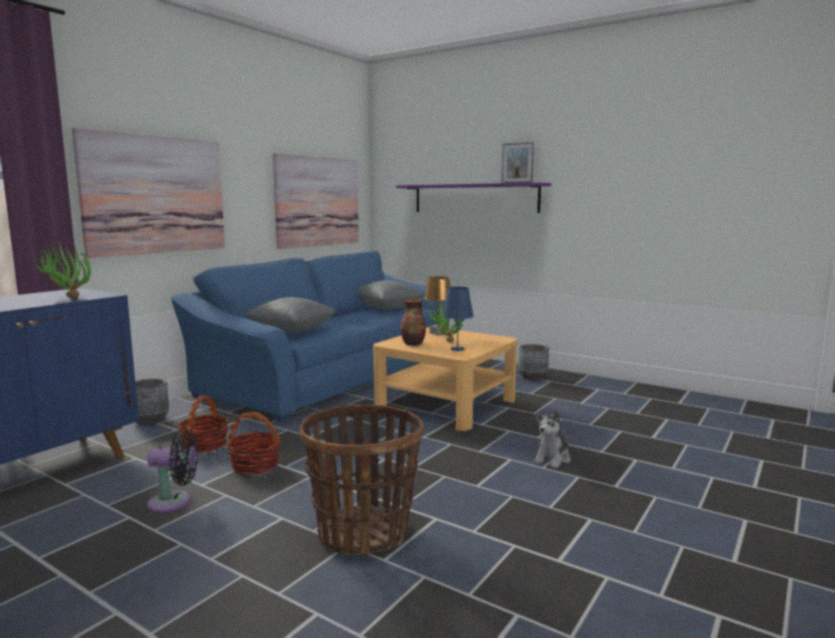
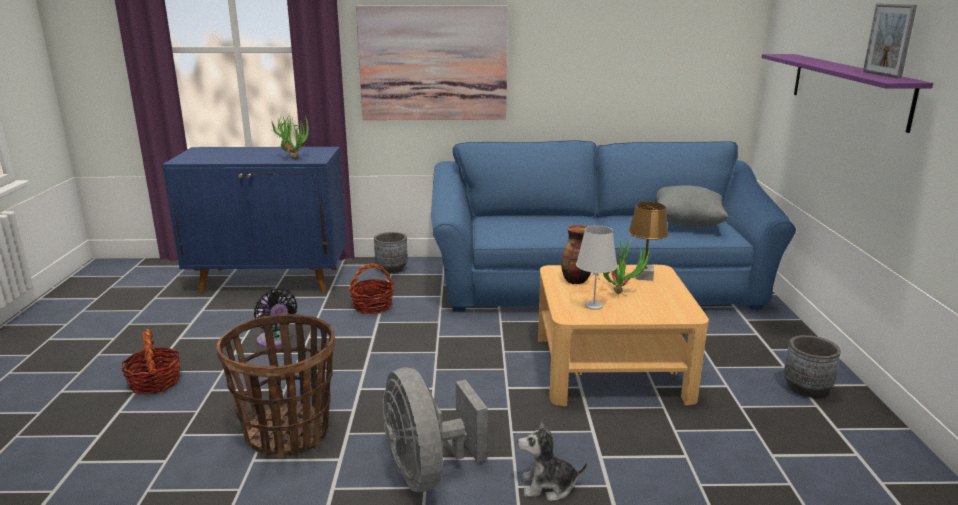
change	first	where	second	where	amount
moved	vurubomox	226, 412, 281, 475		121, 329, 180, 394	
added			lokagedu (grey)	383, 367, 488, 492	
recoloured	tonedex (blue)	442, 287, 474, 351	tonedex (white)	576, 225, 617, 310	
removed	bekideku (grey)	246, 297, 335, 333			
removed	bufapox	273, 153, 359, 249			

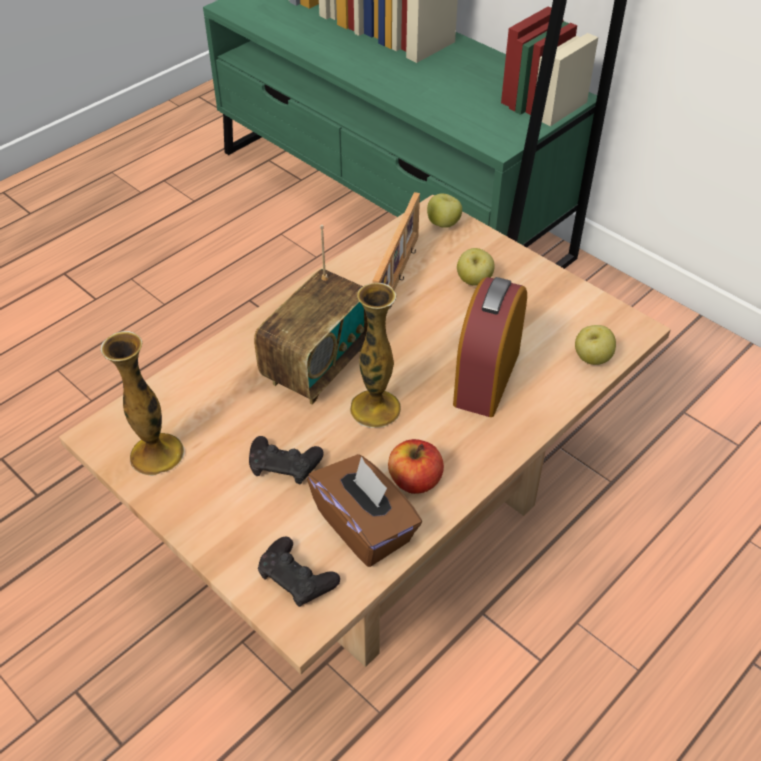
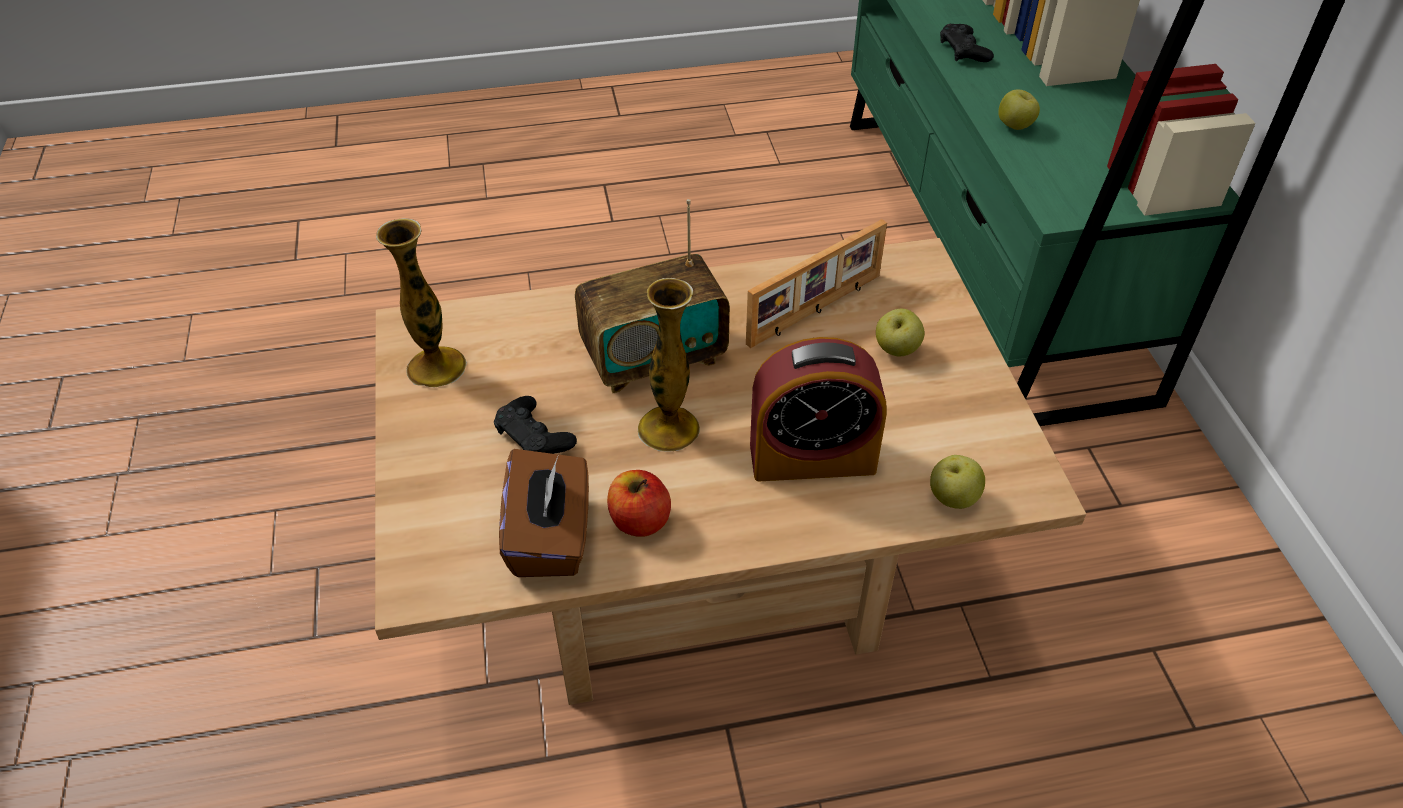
change	first	where	second	where	amount
turned	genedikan	453, 277, 527, 417		750, 337, 887, 482	150 degrees counterclockwise
moved	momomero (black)	258, 536, 340, 607		940, 24, 994, 62	
moved	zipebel	427, 194, 462, 228		998, 90, 1040, 130	

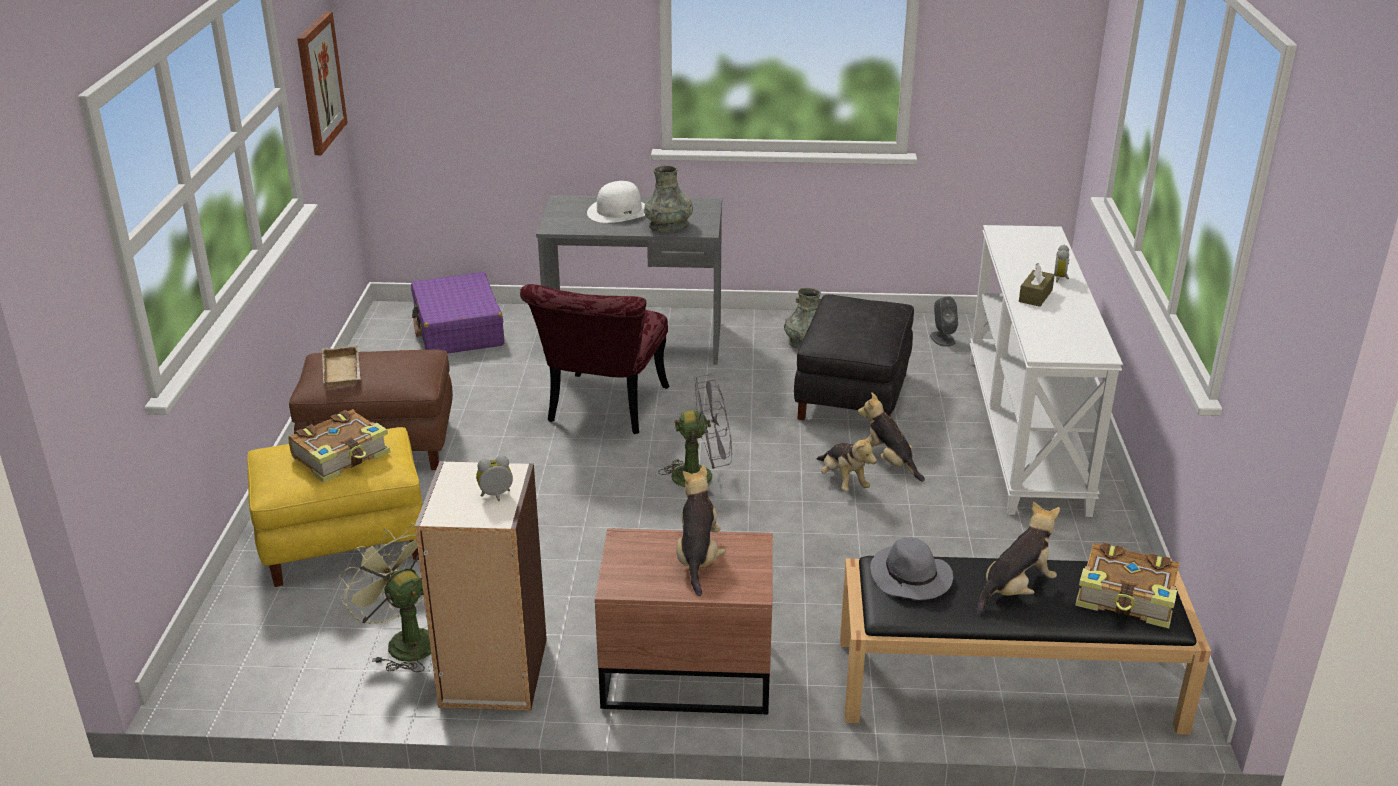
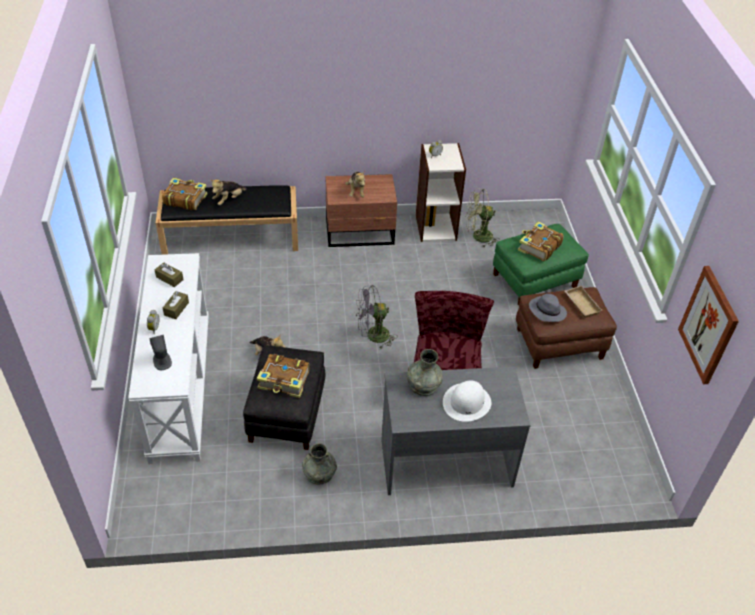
change	first	where	second	where	amount
moved	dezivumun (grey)	930, 296, 958, 347		150, 335, 172, 370	
added			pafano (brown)	155, 262, 183, 287	
added			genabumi	257, 354, 310, 398	
turned	lokagedu (green)	339, 523, 431, 673		465, 189, 500, 248	135 degrees clockwise
recoloured	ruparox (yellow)	247, 427, 422, 587	ruparox (green)	493, 224, 589, 305	
moved	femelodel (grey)	870, 537, 953, 600		529, 294, 567, 322	
removed	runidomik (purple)	411, 272, 504, 354			
removed	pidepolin	817, 434, 877, 491			

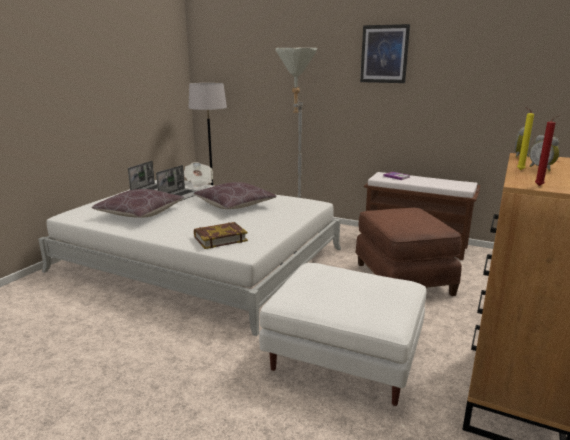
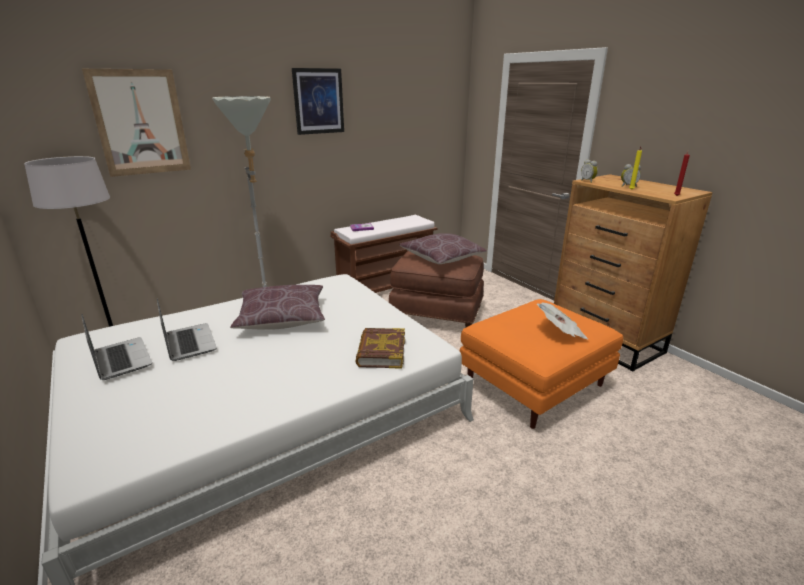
change	first	where	second	where	amount
added			bufapox	82, 69, 191, 177	
moved	bekideku (brown)	92, 189, 184, 218		399, 233, 487, 264	
recoloured	ruparox (white)	259, 263, 426, 406	ruparox (orange)	460, 299, 623, 429	
moved	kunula	184, 162, 213, 187		537, 302, 588, 339	

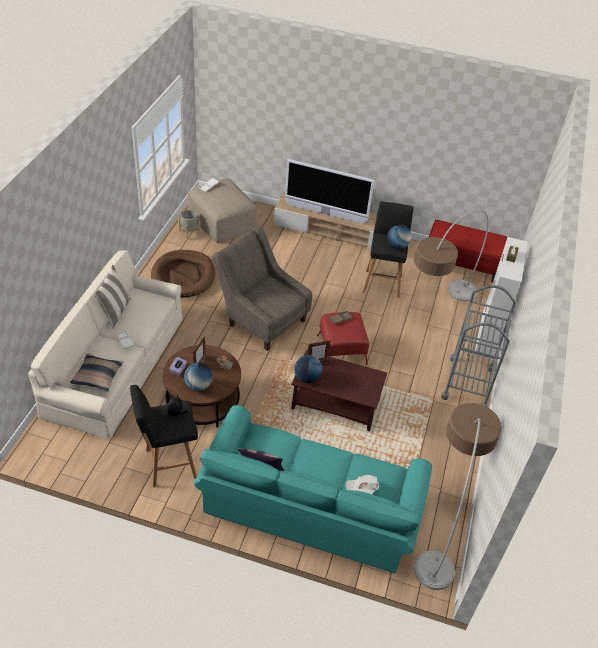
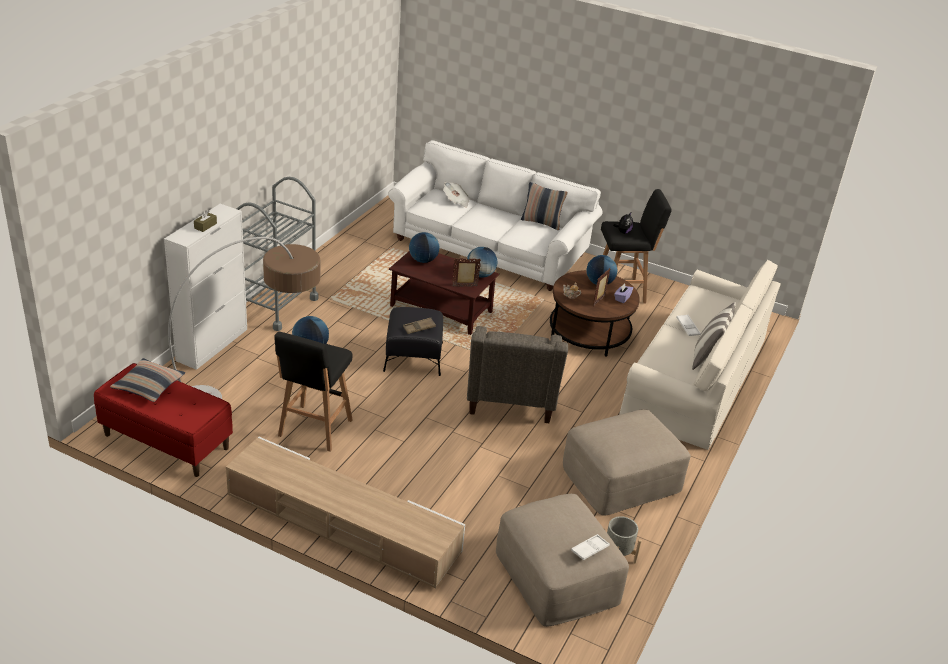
change	first	where	second	where	amount
moved	bekideku	70, 353, 124, 392		110, 358, 185, 402	
recoloured	ruparox (red)	317, 312, 369, 365	ruparox (black)	383, 307, 443, 376	
recoloured	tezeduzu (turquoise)	194, 405, 432, 573	tezeduzu (white)	388, 140, 603, 291	
added			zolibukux	409, 232, 439, 263	
turned	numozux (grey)	212, 226, 312, 351		467, 326, 568, 423	45 degrees clockwise
replaced	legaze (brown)	151, 250, 215, 298	ruparox (beige)	563, 409, 691, 516	
removed	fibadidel	285, 159, 374, 224			
removed	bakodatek	414, 403, 502, 590			

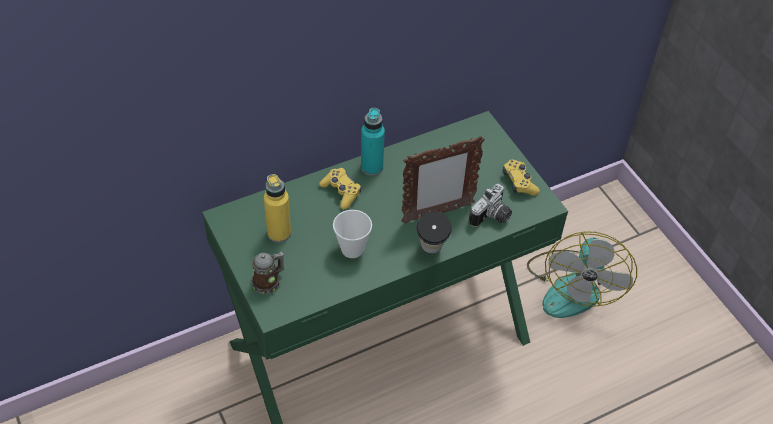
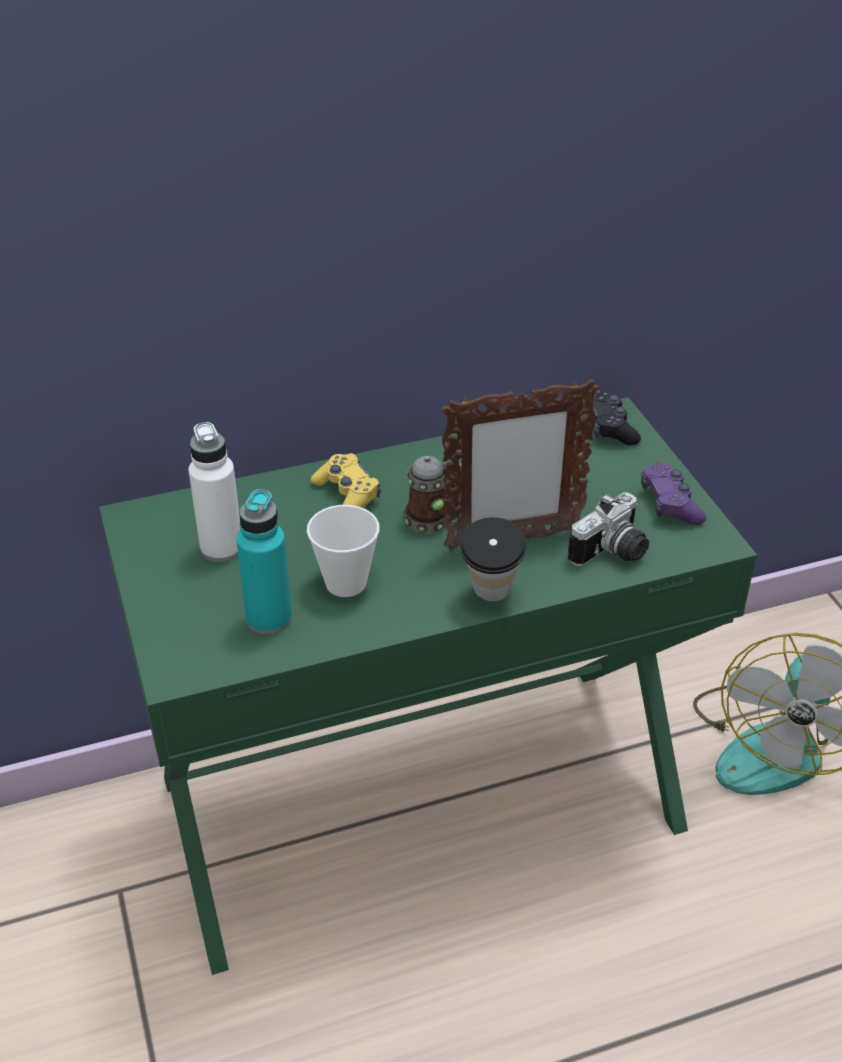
change	first	where	second	where	amount
recoloured	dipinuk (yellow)	264, 174, 291, 243	dipinuk (white)	188, 422, 240, 562	
moved	dipinuk (turquoise)	361, 108, 385, 176		236, 489, 292, 635	
moved	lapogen	251, 251, 284, 294		403, 456, 461, 533	
added			momomero (black)	583, 389, 641, 445	
recoloured	momomero (yellow)	503, 159, 540, 196	momomero (purple)	641, 462, 706, 525	

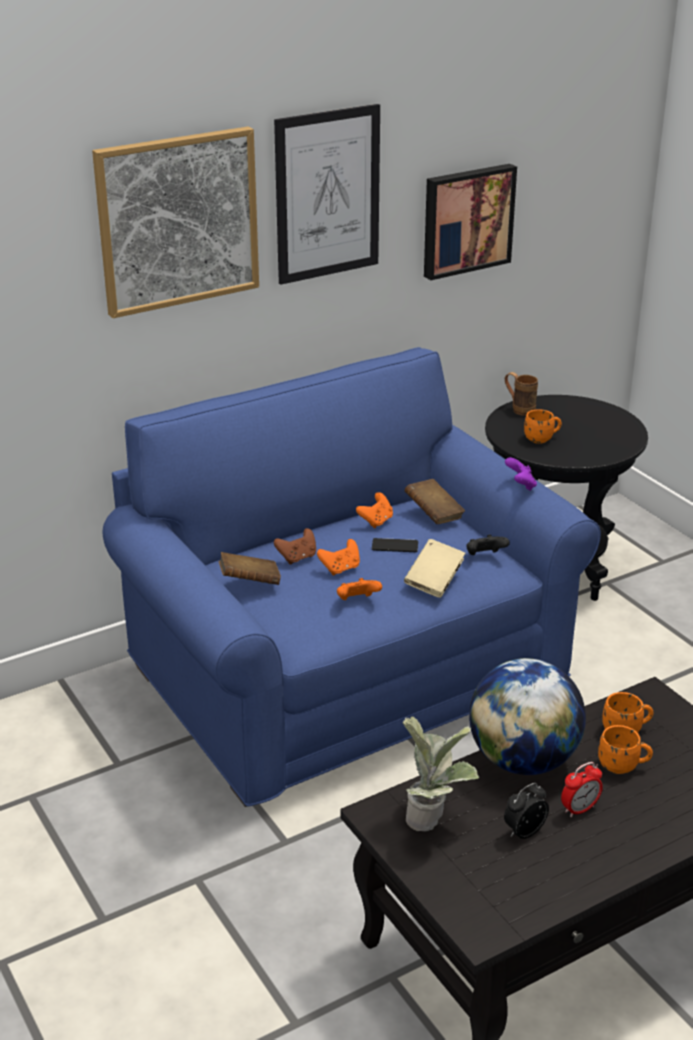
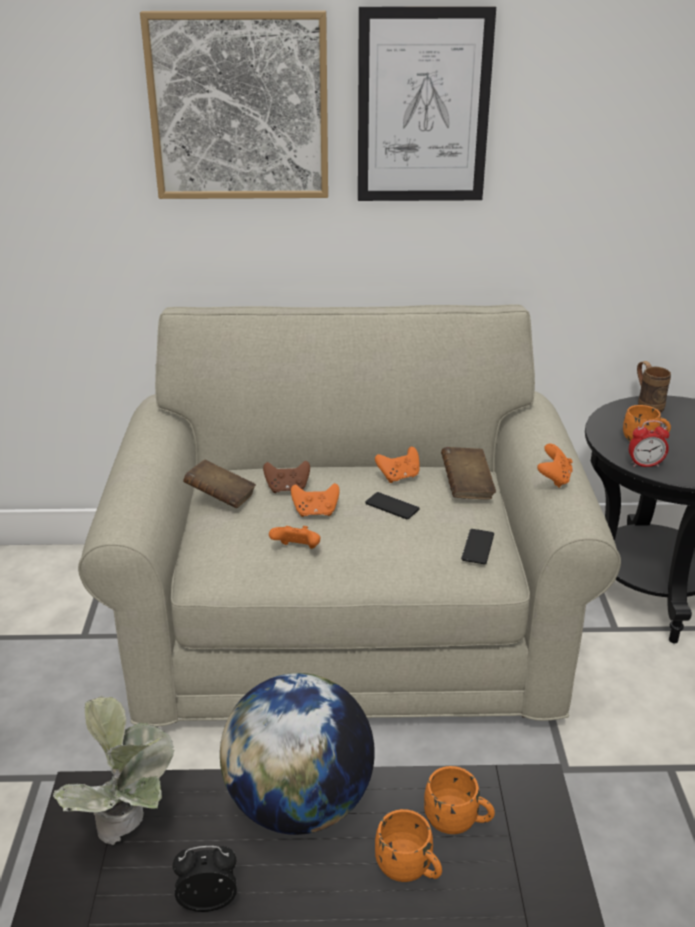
change	first	where	second	where	amount
recoloured	tezeduzu (blue)	102, 347, 601, 807	tezeduzu (beige)	78, 304, 621, 727	
replaced	momomero (black)	466, 534, 510, 555	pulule	461, 529, 494, 564	
recoloured	momomero (purple)	505, 457, 537, 491	momomero (orange)	537, 444, 573, 488	
moved	genedikan	561, 762, 603, 817		629, 420, 670, 467	
removed	genabumi (beige)	404, 539, 465, 598			
removed	bufapox	424, 164, 517, 280			

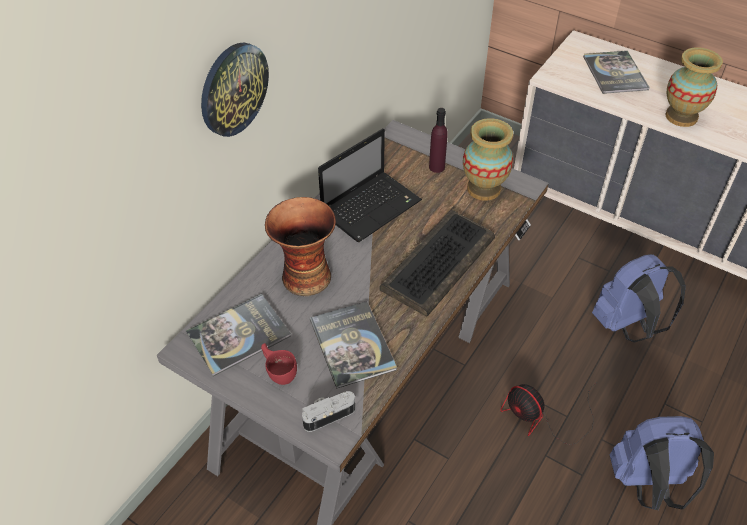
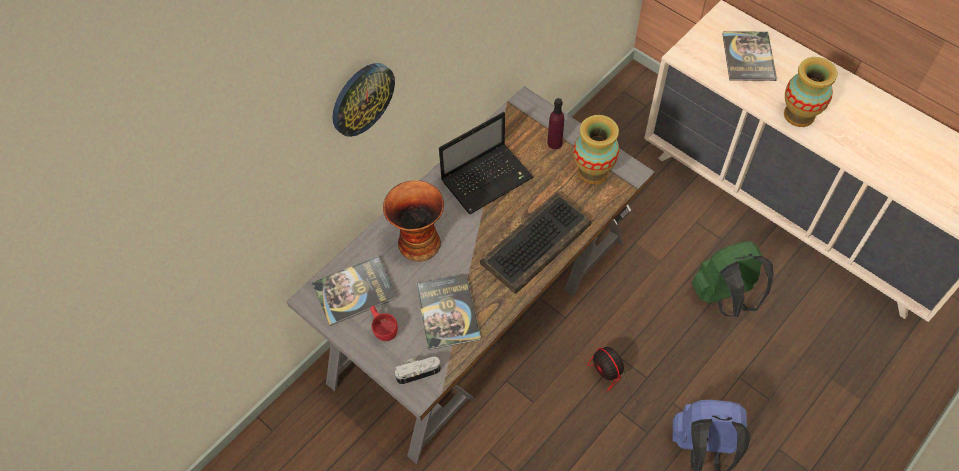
change	first	where	second	where	amount
recoloured	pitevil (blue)	592, 254, 686, 342	pitevil (green)	692, 241, 774, 317	

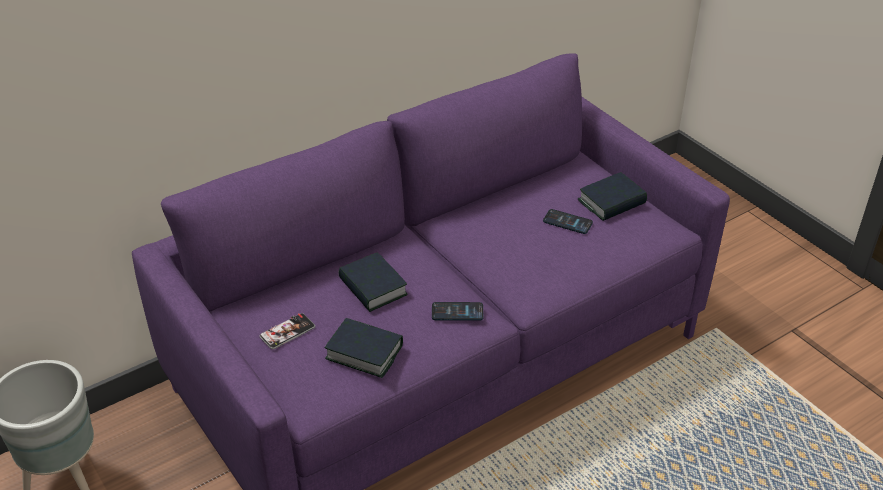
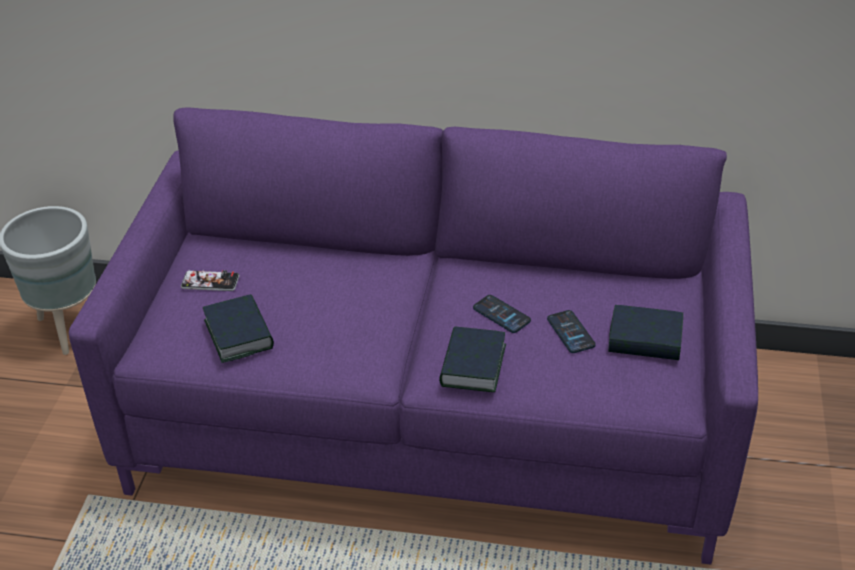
change	first	where	second	where	amount
moved	genabumi	338, 253, 408, 312		439, 326, 506, 392	
moved	pulule	432, 302, 483, 321		473, 295, 531, 333	

